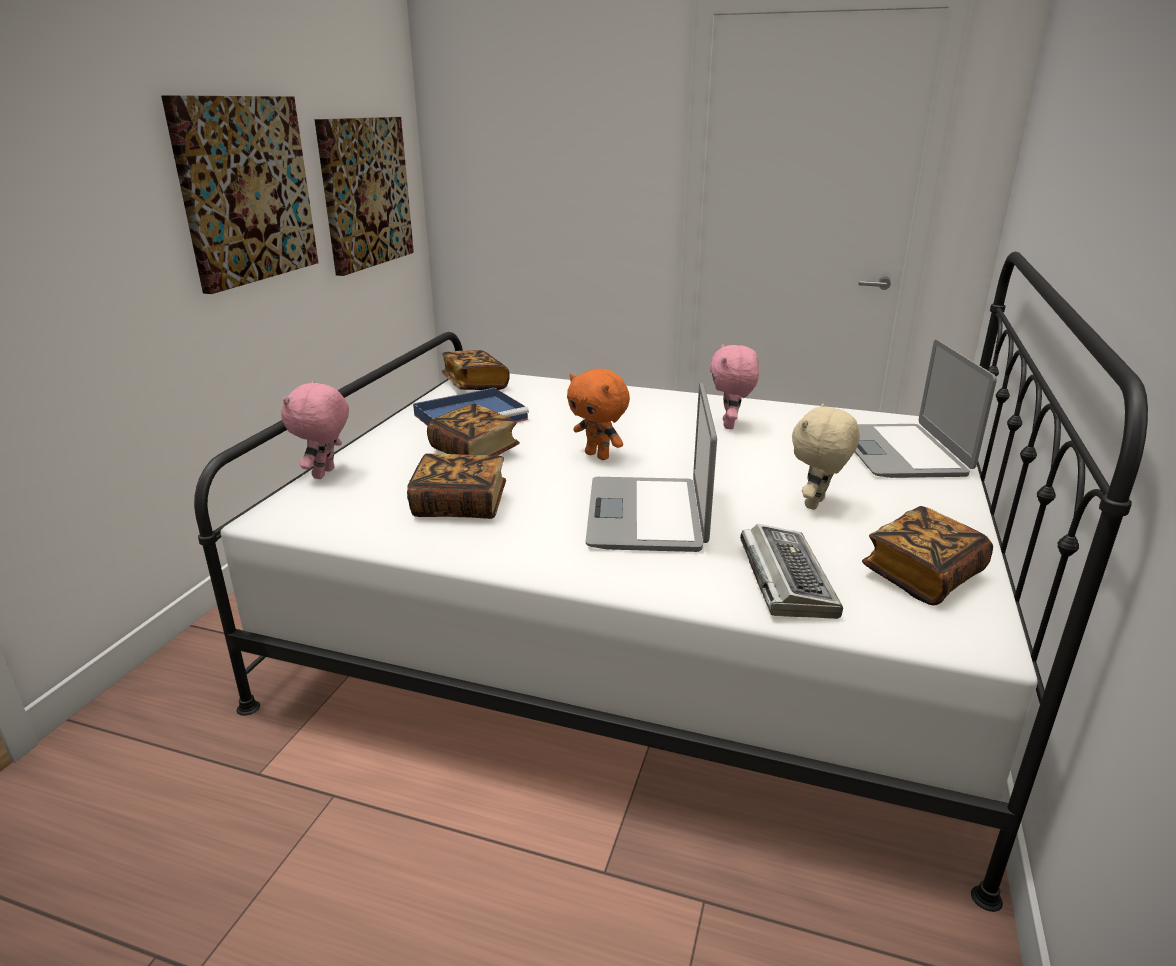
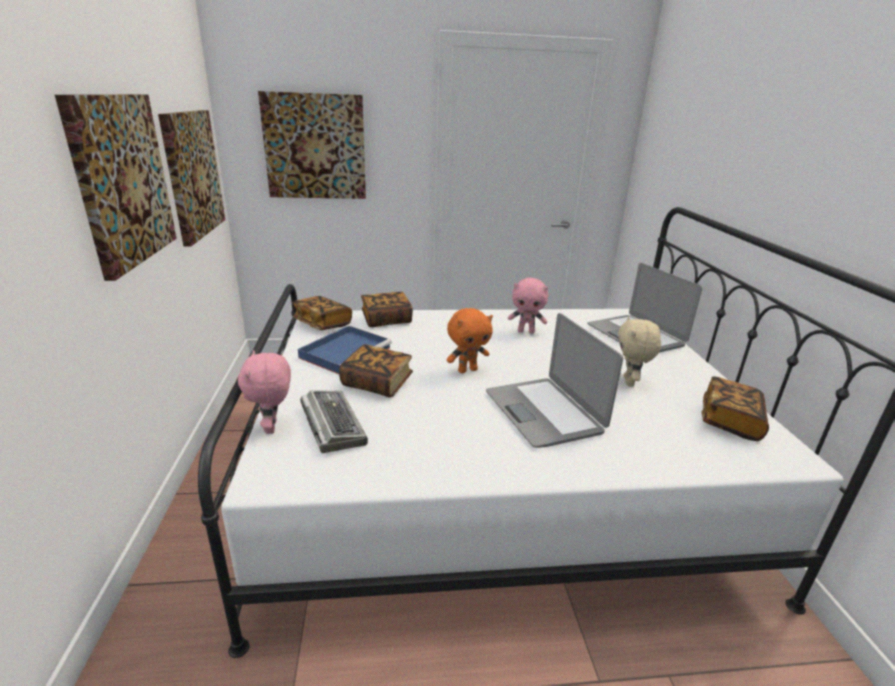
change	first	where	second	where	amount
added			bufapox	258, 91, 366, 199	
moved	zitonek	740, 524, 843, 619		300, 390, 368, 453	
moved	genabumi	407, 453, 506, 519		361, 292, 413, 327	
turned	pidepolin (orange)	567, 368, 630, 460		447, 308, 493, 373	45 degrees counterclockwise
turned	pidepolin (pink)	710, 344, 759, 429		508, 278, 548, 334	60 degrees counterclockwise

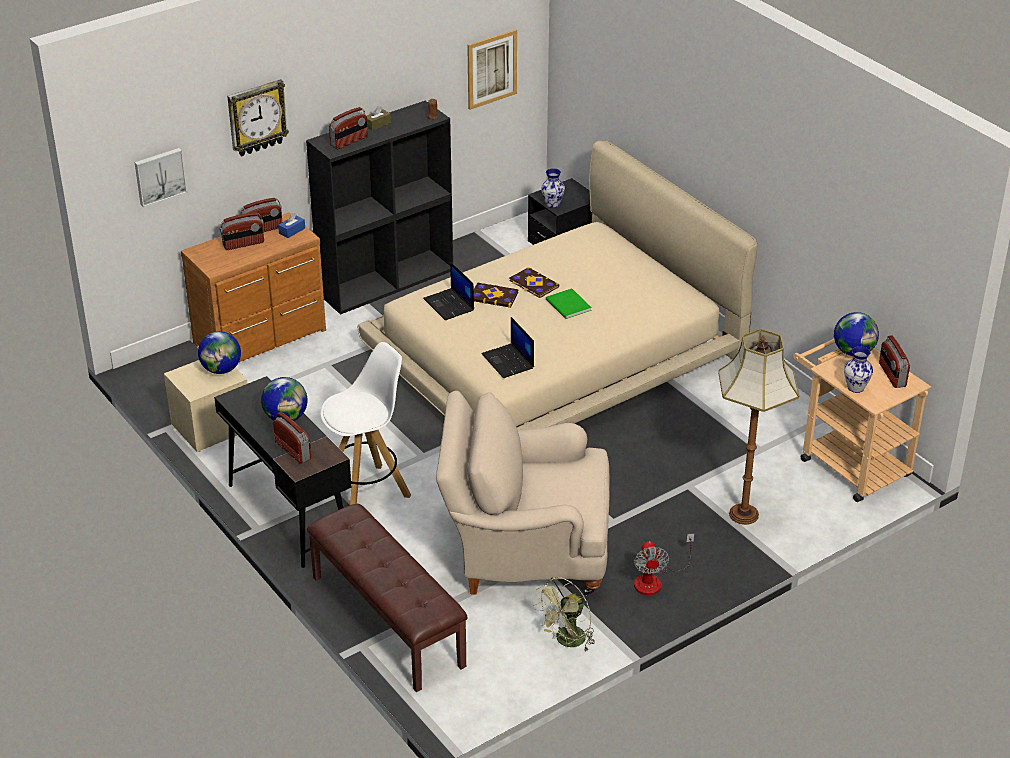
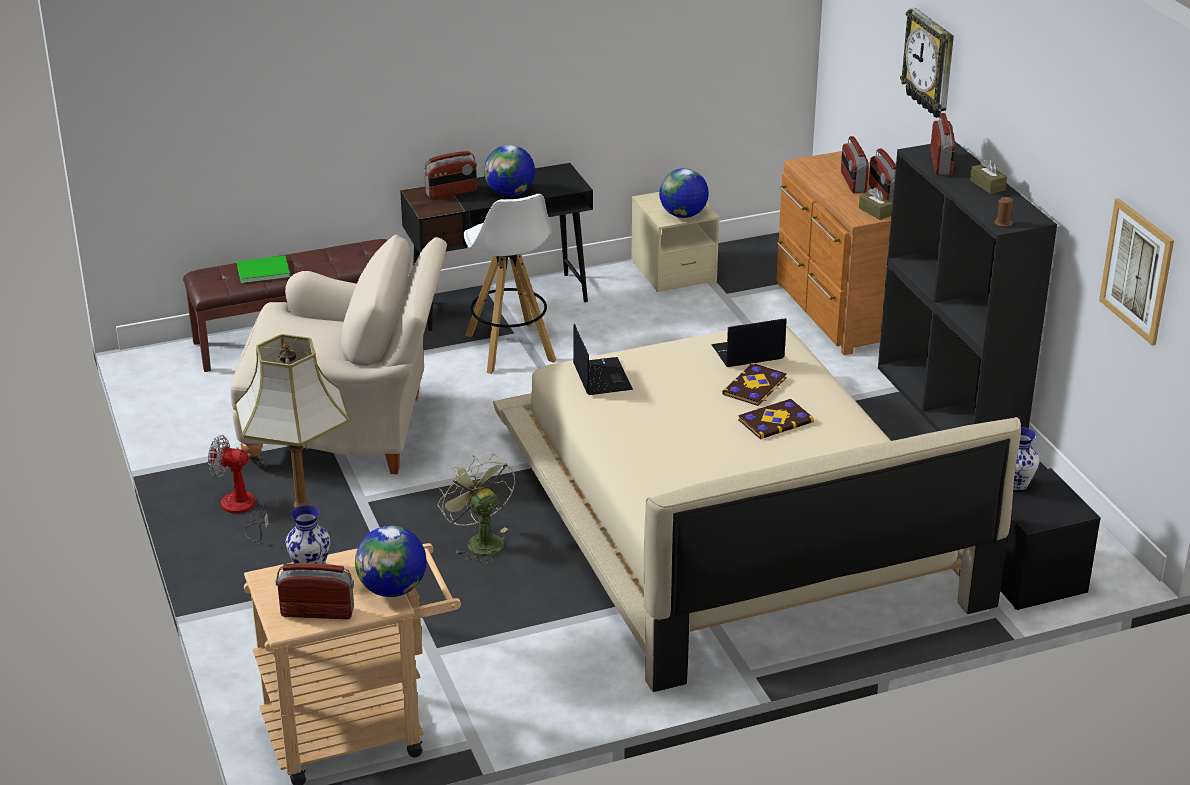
change	first	where	second	where	amount
turned	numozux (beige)	436, 391, 609, 596		231, 235, 447, 474	75 degrees clockwise
moved	genabumi (green)	546, 288, 592, 319		237, 256, 290, 283	
moved	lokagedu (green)	534, 577, 595, 651		438, 454, 515, 564	
turned	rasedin	482, 317, 534, 378		573, 324, 633, 395	90 degrees clockwise
recoloured	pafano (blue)	278, 213, 305, 238	pafano (brown)	859, 187, 893, 220	
turned	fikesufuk	329, 107, 368, 149		930, 113, 955, 175	150 degrees counterclockwise
removed	bufapox	134, 148, 187, 207			

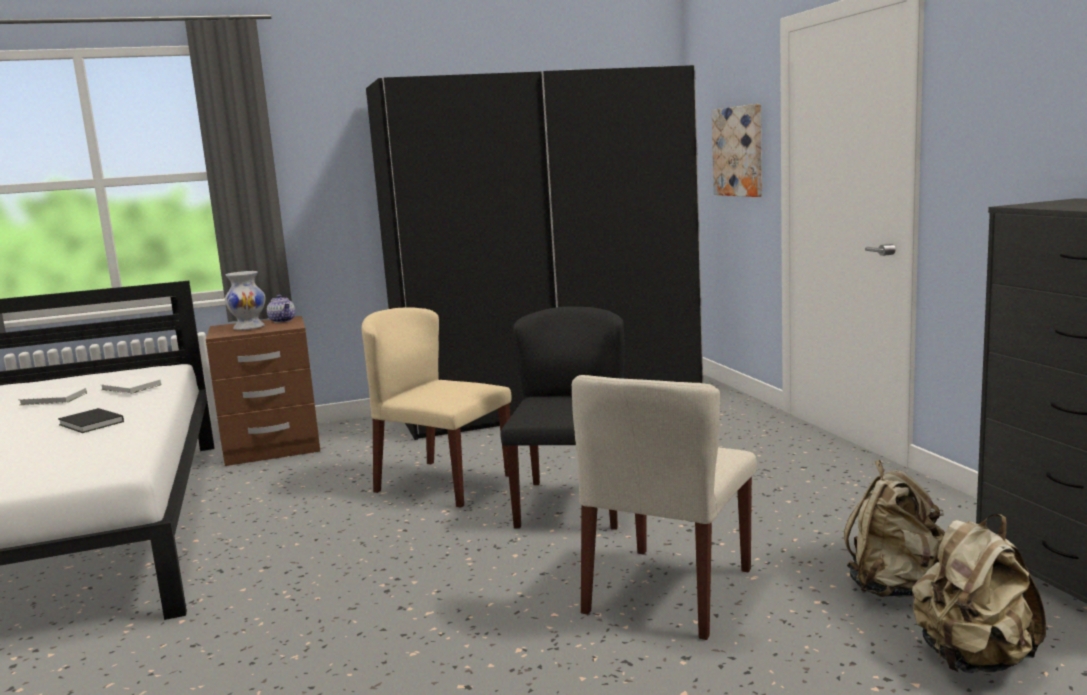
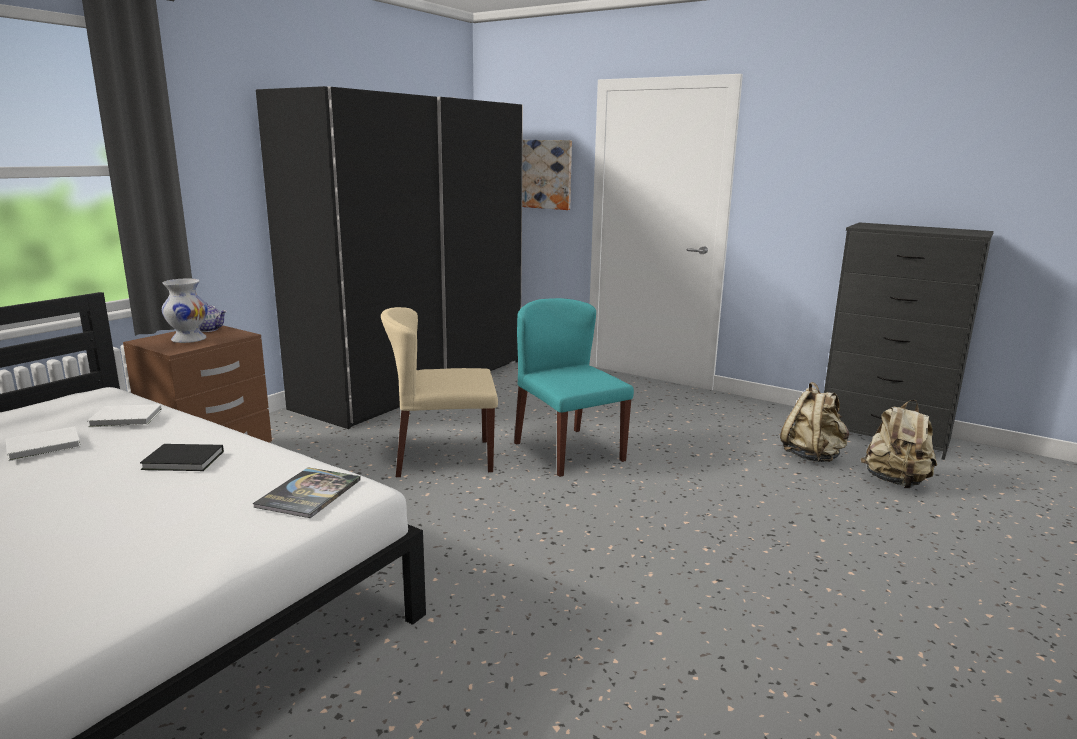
change	first	where	second	where	amount
added			genabumi	252, 467, 361, 518	
recoloured	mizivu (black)	501, 307, 625, 529	mizivu (turquoise)	514, 298, 634, 477	
removed	mizivu (beige)	572, 375, 757, 640			

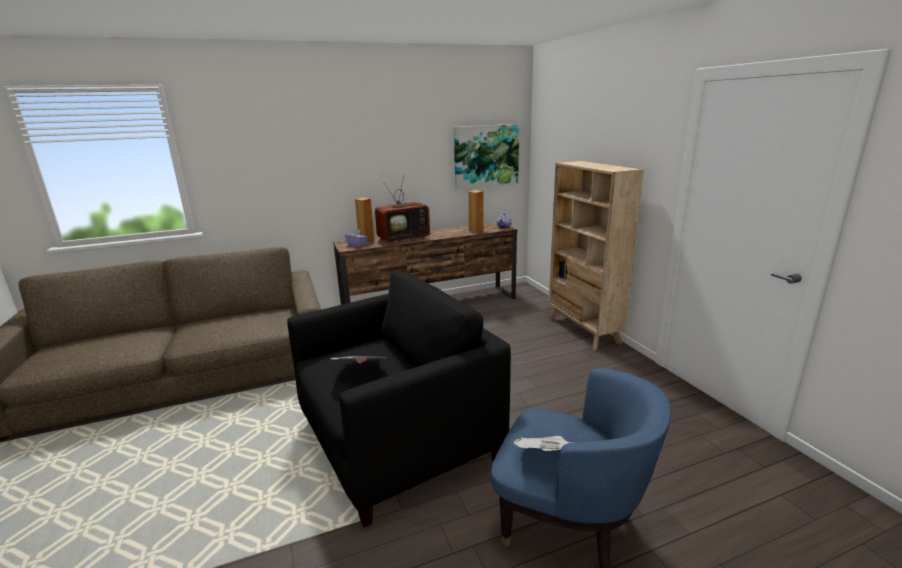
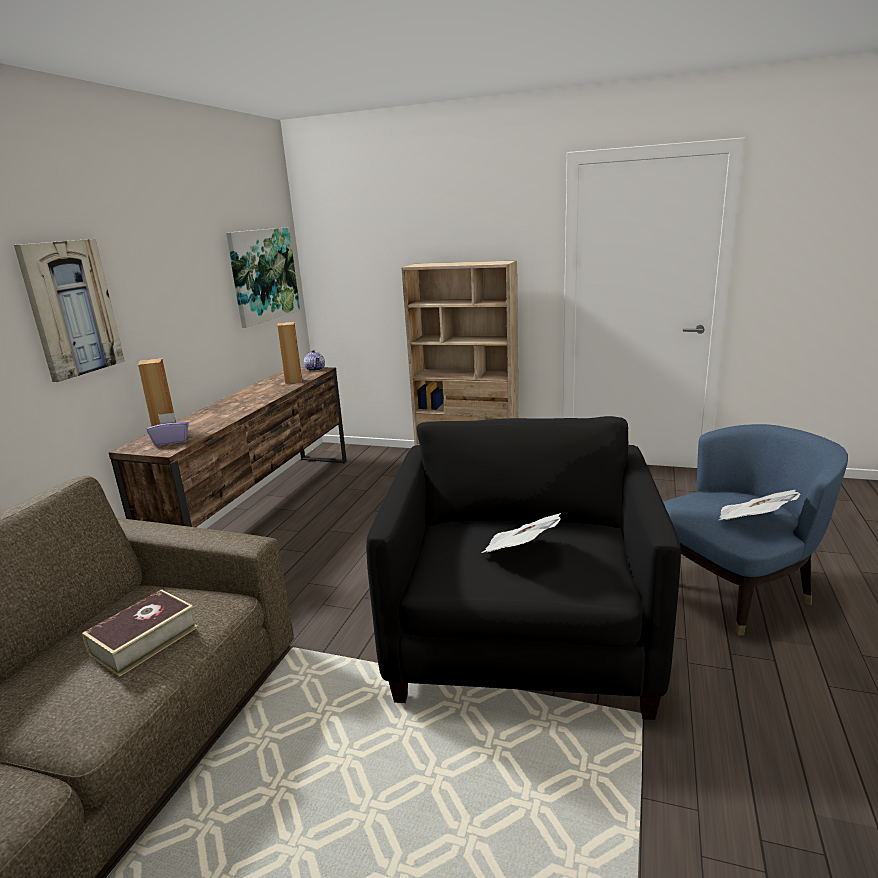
change	first	where	second	where	amount
added			bufapox	14, 239, 125, 382	
added			genabumi	82, 589, 198, 677	
removed	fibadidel	375, 176, 432, 244			

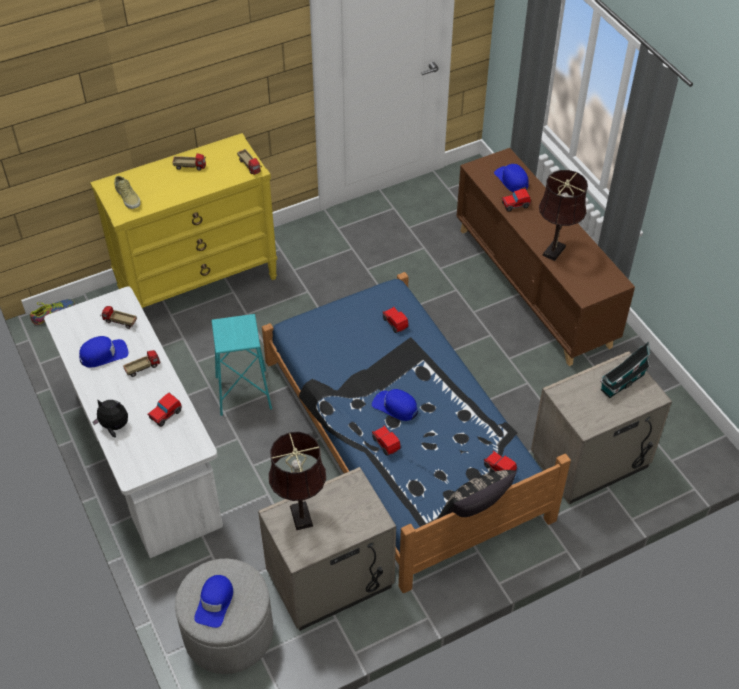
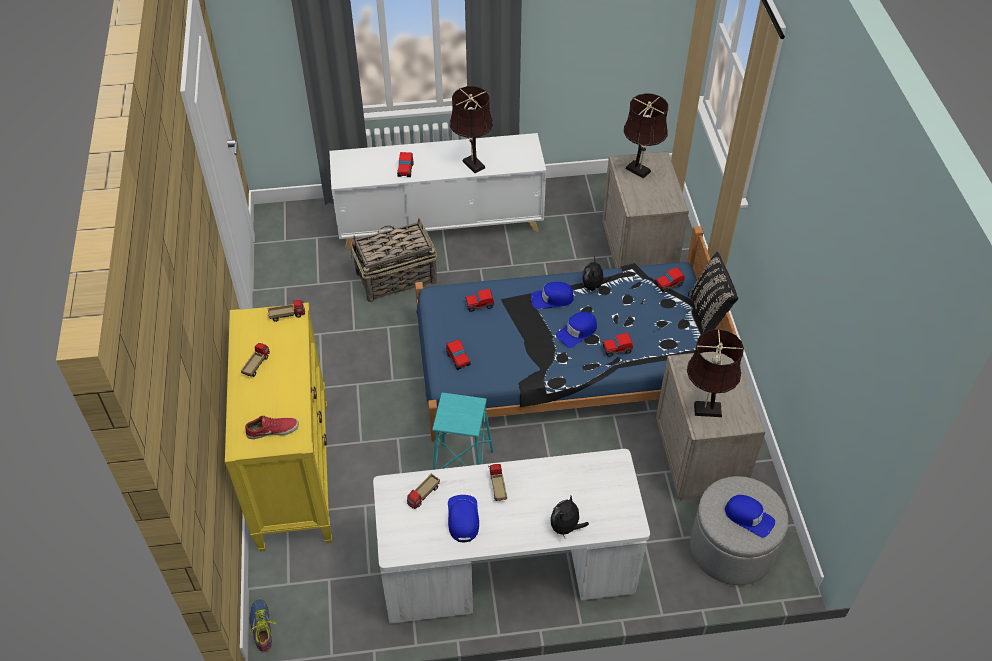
change	first	where	second	where	amount
recoloured	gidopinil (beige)	114, 176, 140, 209	gidopinil (red)	245, 416, 299, 439	
recoloured	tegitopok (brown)	456, 148, 635, 366	tegitopok (white)	329, 133, 546, 249	
added			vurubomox	351, 219, 437, 302	
moved	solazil	147, 393, 182, 427		446, 339, 471, 370	
moved	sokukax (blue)	494, 164, 529, 192		531, 282, 574, 309	
added			pidepolin	582, 257, 611, 292	
replaced	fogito	600, 342, 650, 398	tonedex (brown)	624, 93, 668, 179	

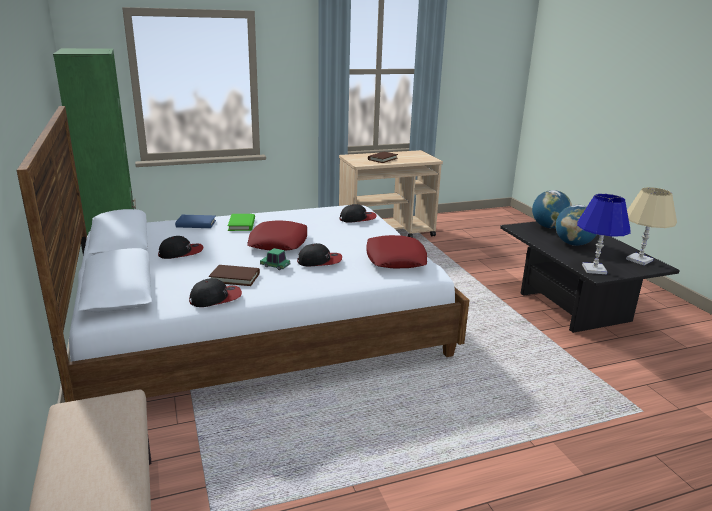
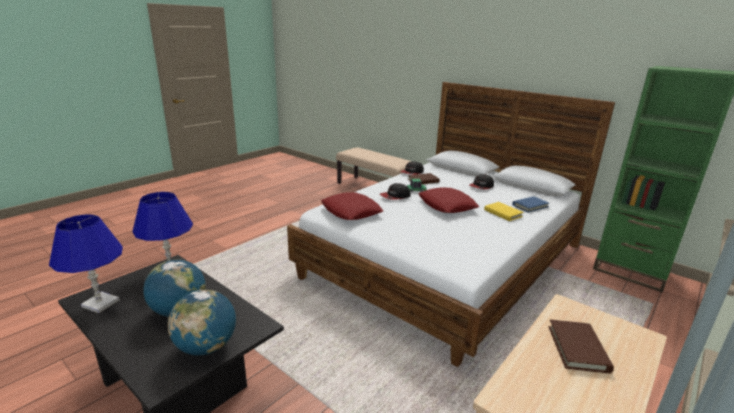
change	first	where	second	where	amount
recoloured	tonedex (beige)	626, 187, 677, 265	tonedex (blue)	49, 214, 123, 313	
recoloured	genabumi (green)	228, 214, 255, 231	genabumi (yellow)	484, 202, 524, 221	
removed	sokukax	340, 204, 377, 223			

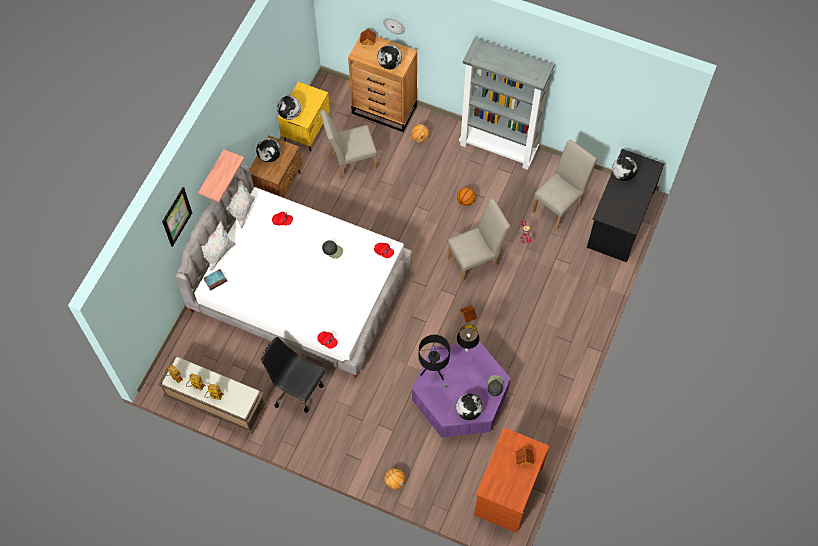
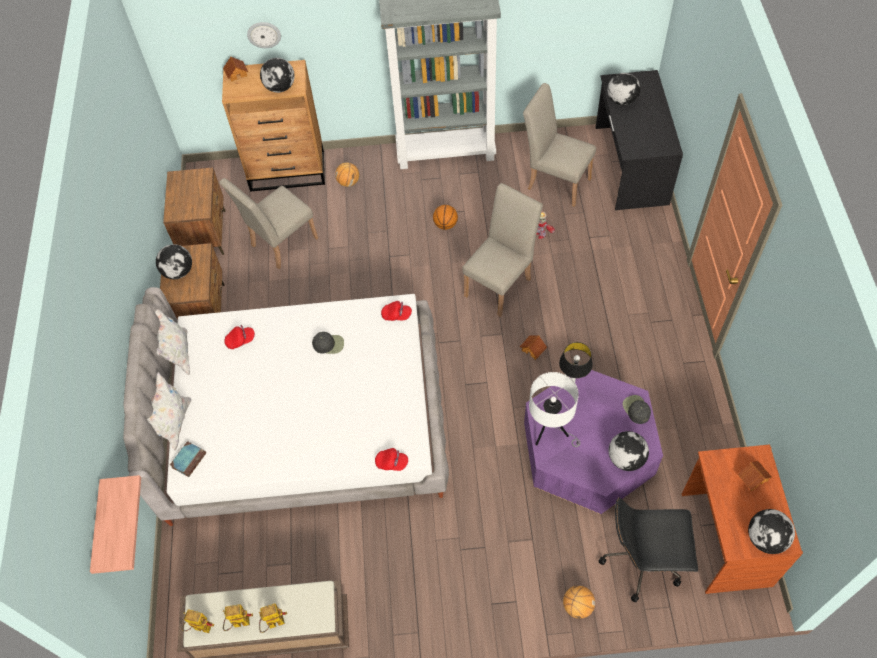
change	first	where	second	where	amount
moved	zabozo	198, 149, 244, 202		90, 475, 141, 574	
recoloured	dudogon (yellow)	278, 82, 330, 152	dudogon (brown)	163, 167, 225, 255	
turned	mizivu (beige)	532, 140, 597, 230		523, 83, 596, 207	75 degrees counterclockwise
recoloured	tonedex (black)	419, 335, 450, 389	tonedex (white)	529, 372, 580, 447	
moved	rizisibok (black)	261, 337, 326, 413		599, 497, 698, 602	
moved	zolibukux	277, 96, 301, 120		748, 509, 795, 554	
removed	bufapox	162, 187, 192, 247			

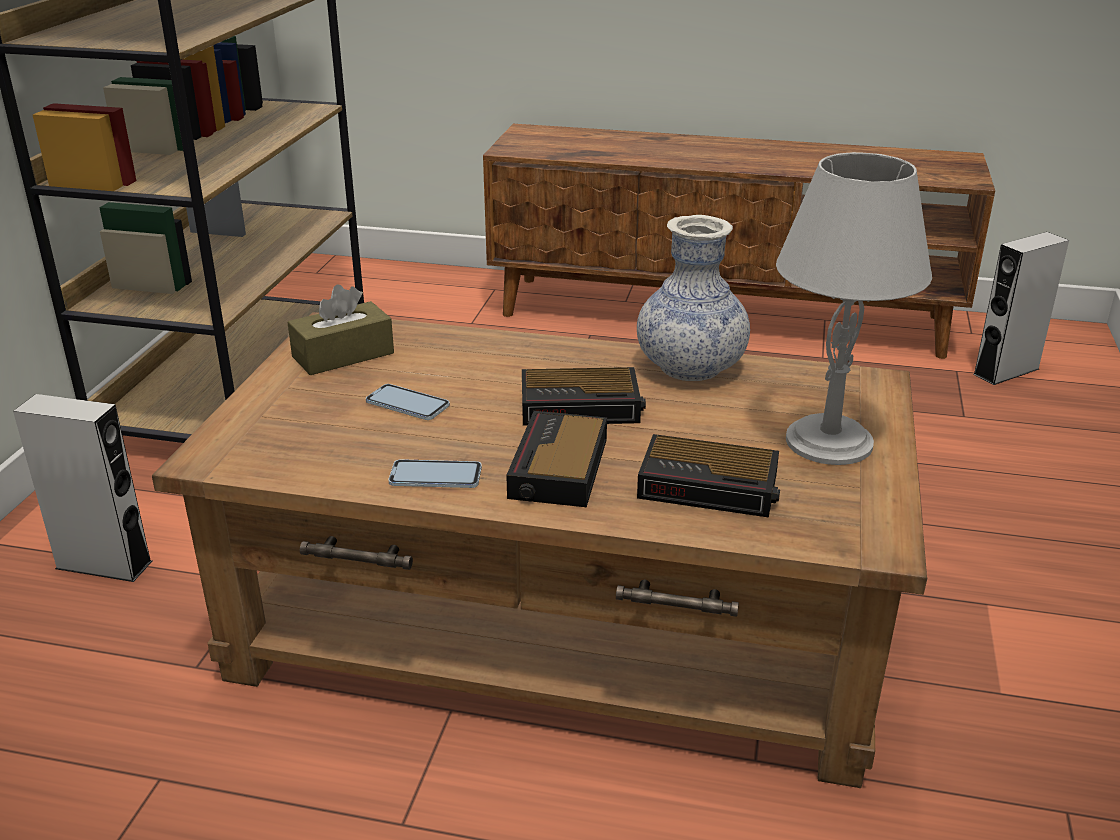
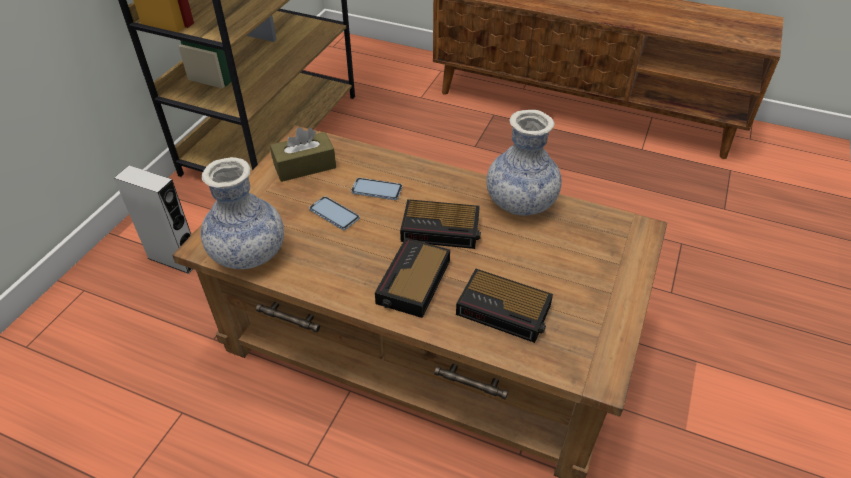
change	first	where	second	where	amount
added			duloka	201, 157, 284, 269	
moved	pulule	388, 459, 482, 488		351, 178, 403, 200	
removed	tonedex (grey)	776, 152, 932, 465			
removed	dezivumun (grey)	973, 232, 1069, 385			

